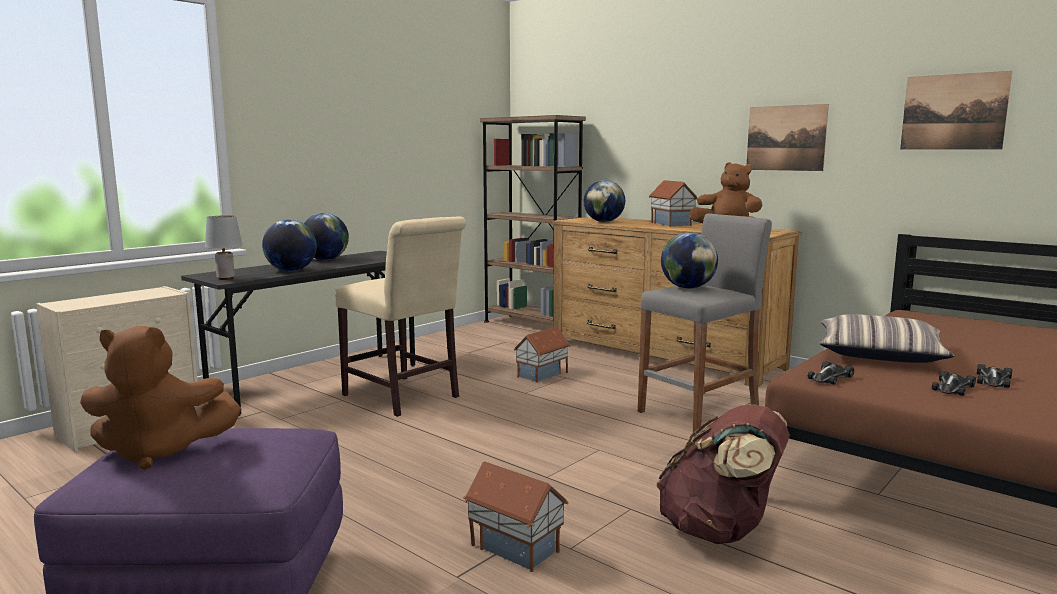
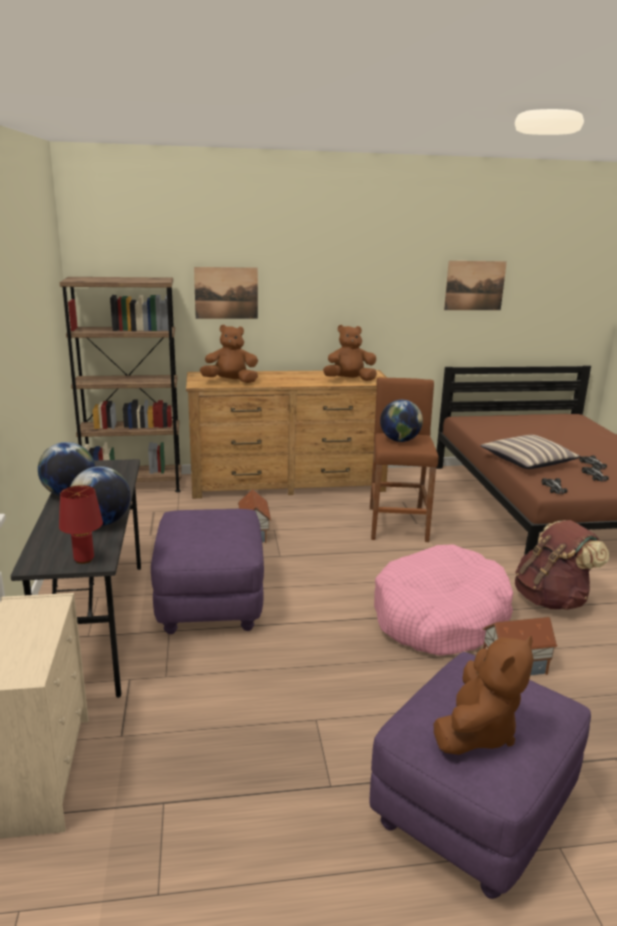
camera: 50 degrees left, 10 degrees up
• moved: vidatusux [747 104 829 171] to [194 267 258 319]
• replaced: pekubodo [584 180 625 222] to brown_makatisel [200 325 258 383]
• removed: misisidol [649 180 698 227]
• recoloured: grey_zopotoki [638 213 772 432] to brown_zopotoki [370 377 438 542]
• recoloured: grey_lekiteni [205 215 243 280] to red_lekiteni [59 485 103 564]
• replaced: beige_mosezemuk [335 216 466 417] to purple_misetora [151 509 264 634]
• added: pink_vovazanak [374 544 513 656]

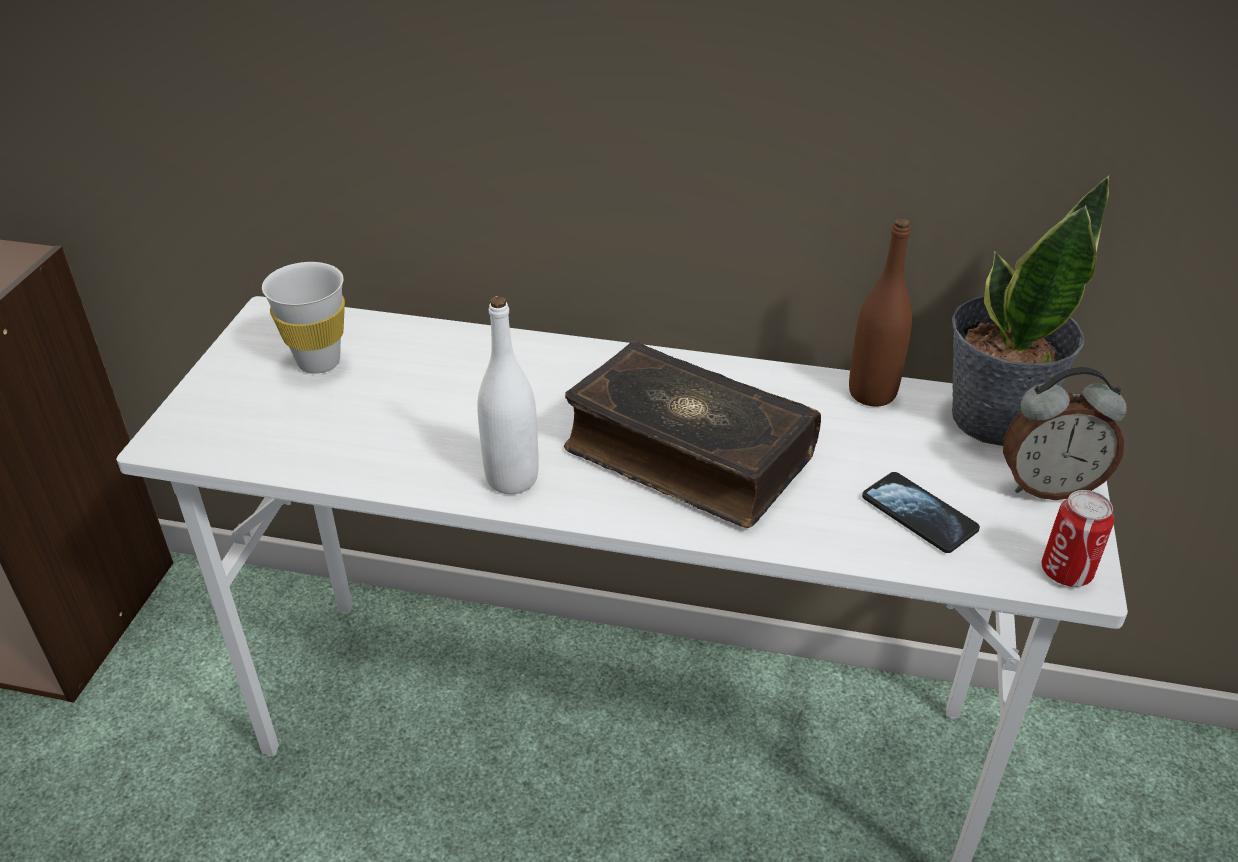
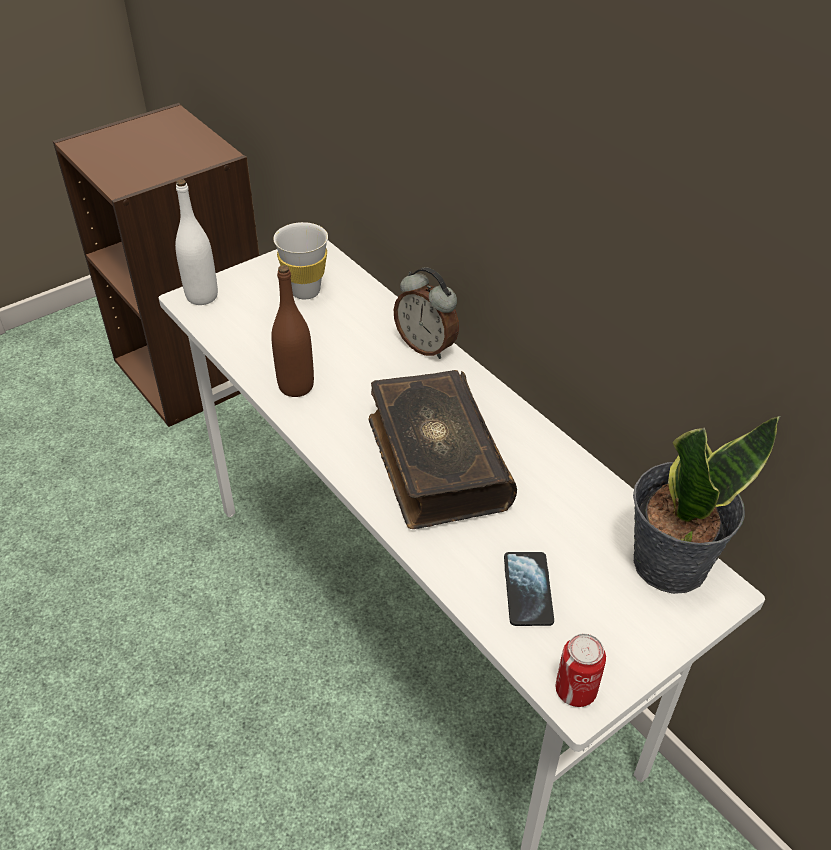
camera: 40 degrees right, 5 degrees up
• moved: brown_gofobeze [849 219 912 407] to [271 265 314 397]
• moved: white_gofobeze [477 296 539 494] to [175 180 218 305]
• moved: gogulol [1003 367 1127 500] to [394 267 459 359]

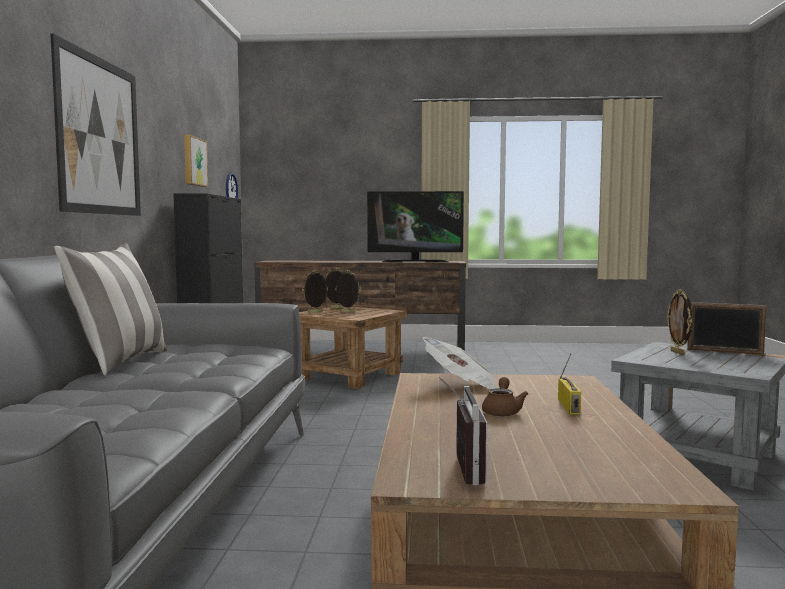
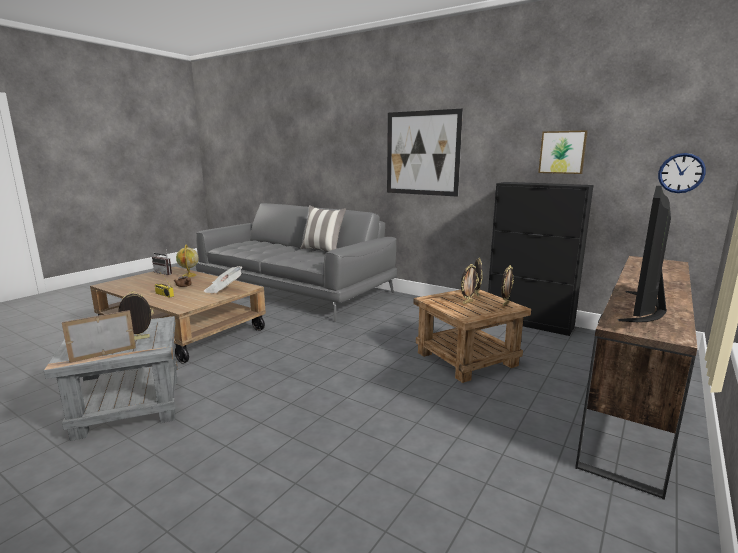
camera: 120 degrees right, 10 degrees up
• turned: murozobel [666 289 693 355] = [119 291 154 340] 45 degrees counterclockwise
• added: pekubodo [176 245 199 277]

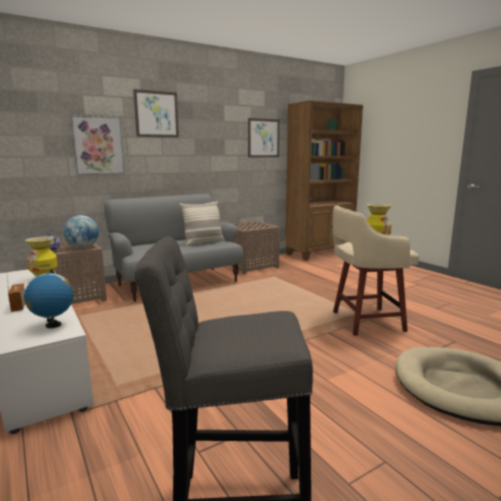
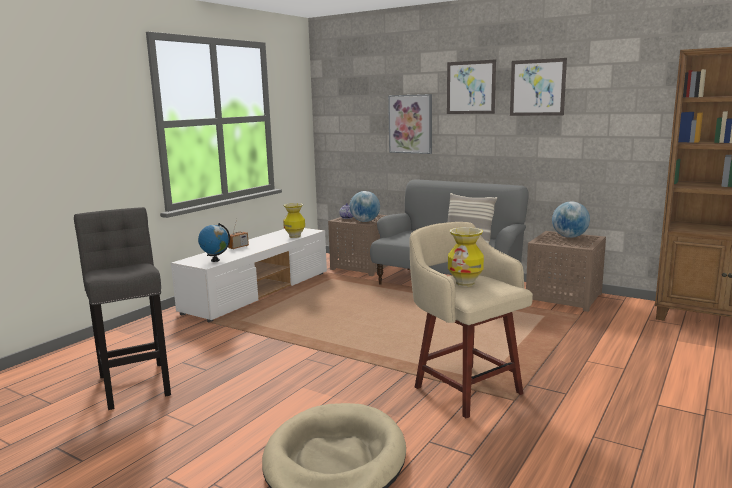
camera: 65 degrees right, 0 degrees up
• moved: vidatusux [248 118 280 158] to [510 58 567 116]
• added: pekubodo [552 201 590 238]

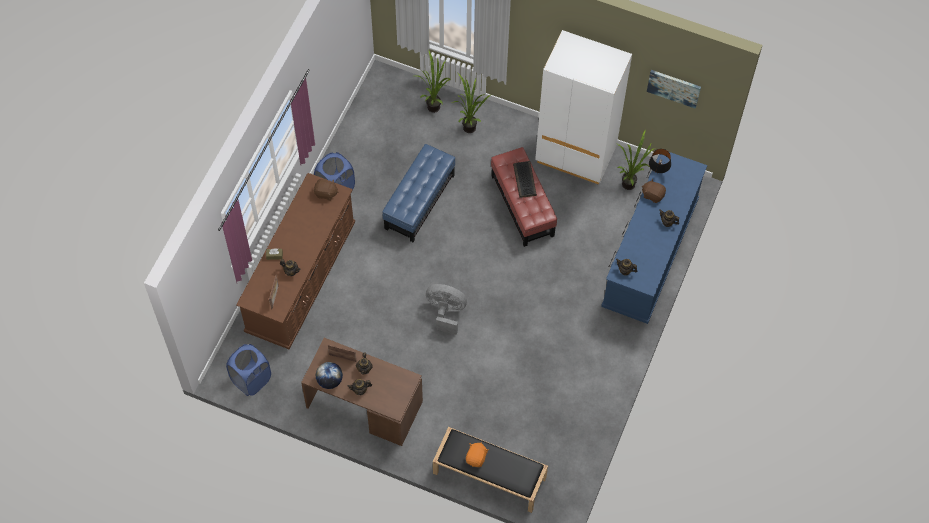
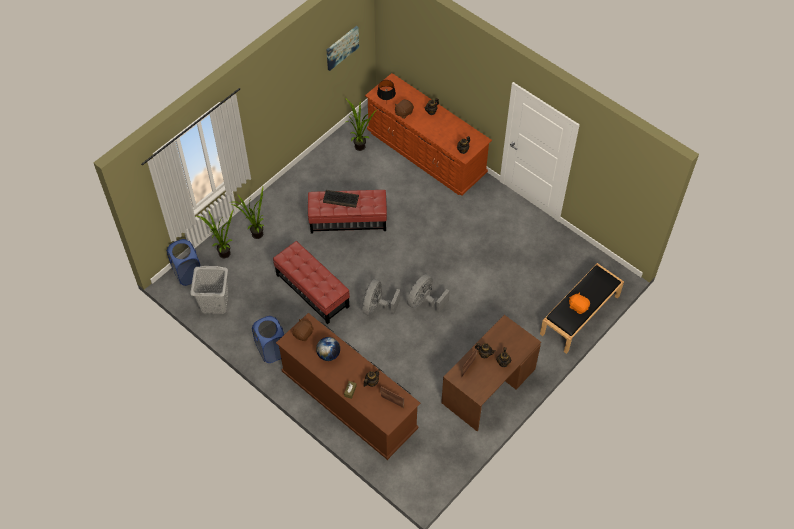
camera: 70 degrees left, 5 degrees down
• removed: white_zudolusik [535 30 632 185]
• recoloured: blue_misetora [382 144 455 242] to red_misetora [273 241 350 324]
• recoloured: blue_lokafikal [601 152 707 324] to brown_lokafikal [365 73 492 196]
• moved: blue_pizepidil [226 344 271 396] to [167 239 200 286]
• moved: pekubodo [316 362 343 389] to [316 337 340 361]
• added: grey_pizepidil [190 266 229 314]
• added: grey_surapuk [363 279 400 315]

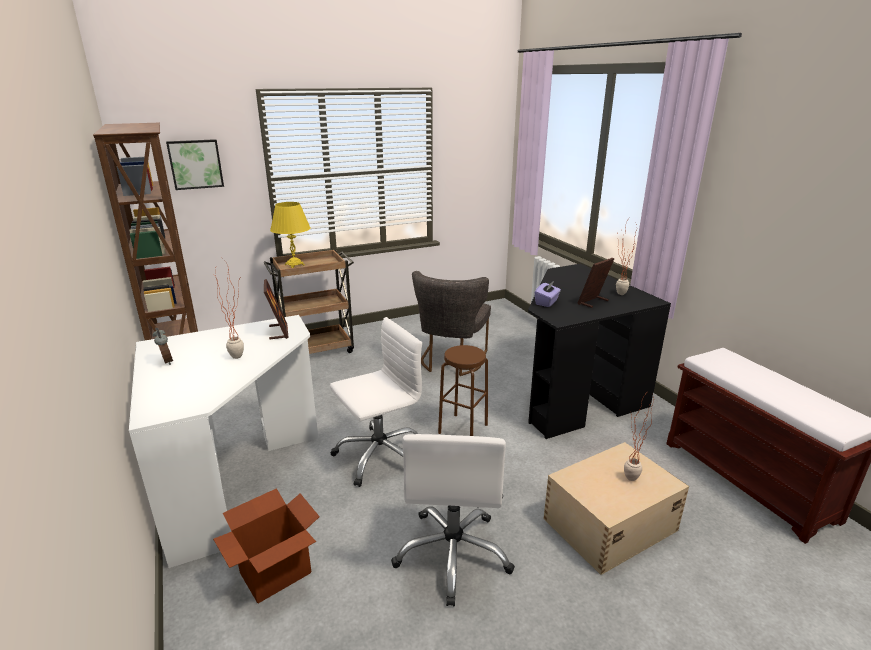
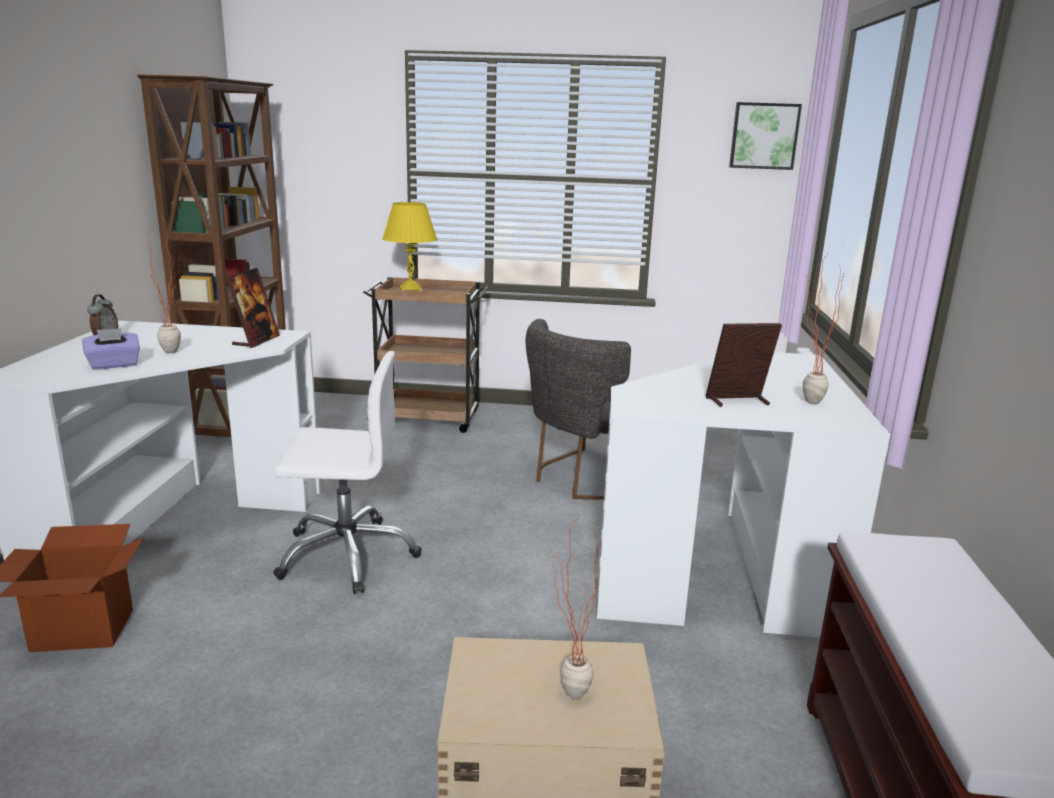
camera: 30 degrees right, 5 degrees down
• moved: vidatusux [166 139 224 190] to [729 102 802 170]
• recoloured: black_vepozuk [528 263 671 439] to white_vepozuk [597 352 890 637]
• moved: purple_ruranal [535 281 561 307] to [82 328 140 370]
• removed: brown_zopotoki [438 345 488 436]
• removed: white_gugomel [391 434 515 607]

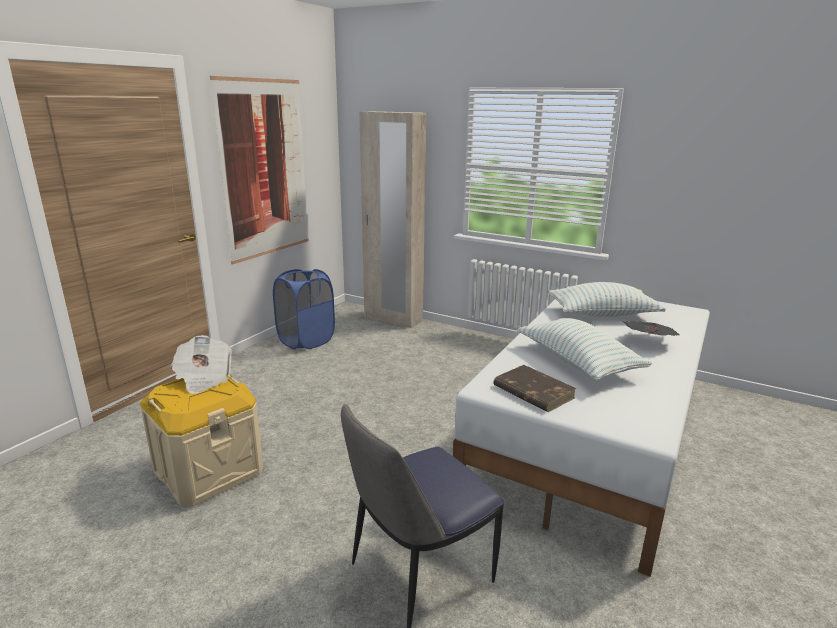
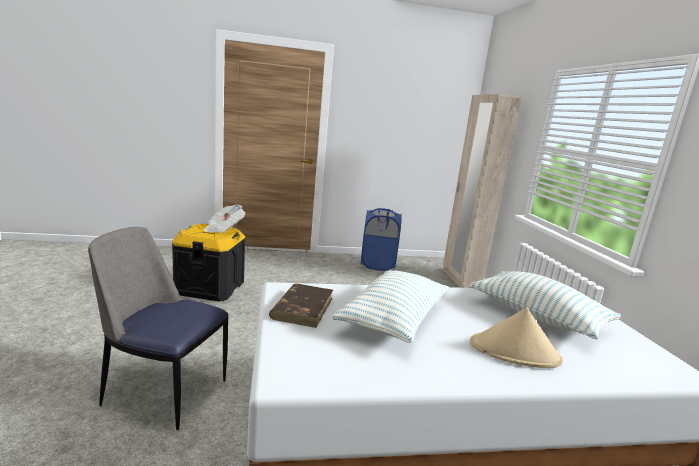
camera: 50 degrees right, 5 degrees down
• removed: vidatusux [210 76 309 265]
• replaced: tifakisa [622 321 680 336] to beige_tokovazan [470 307 563 368]
• recoloured: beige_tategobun [140 374 263 506] to black_tategobun [172 224 245 301]

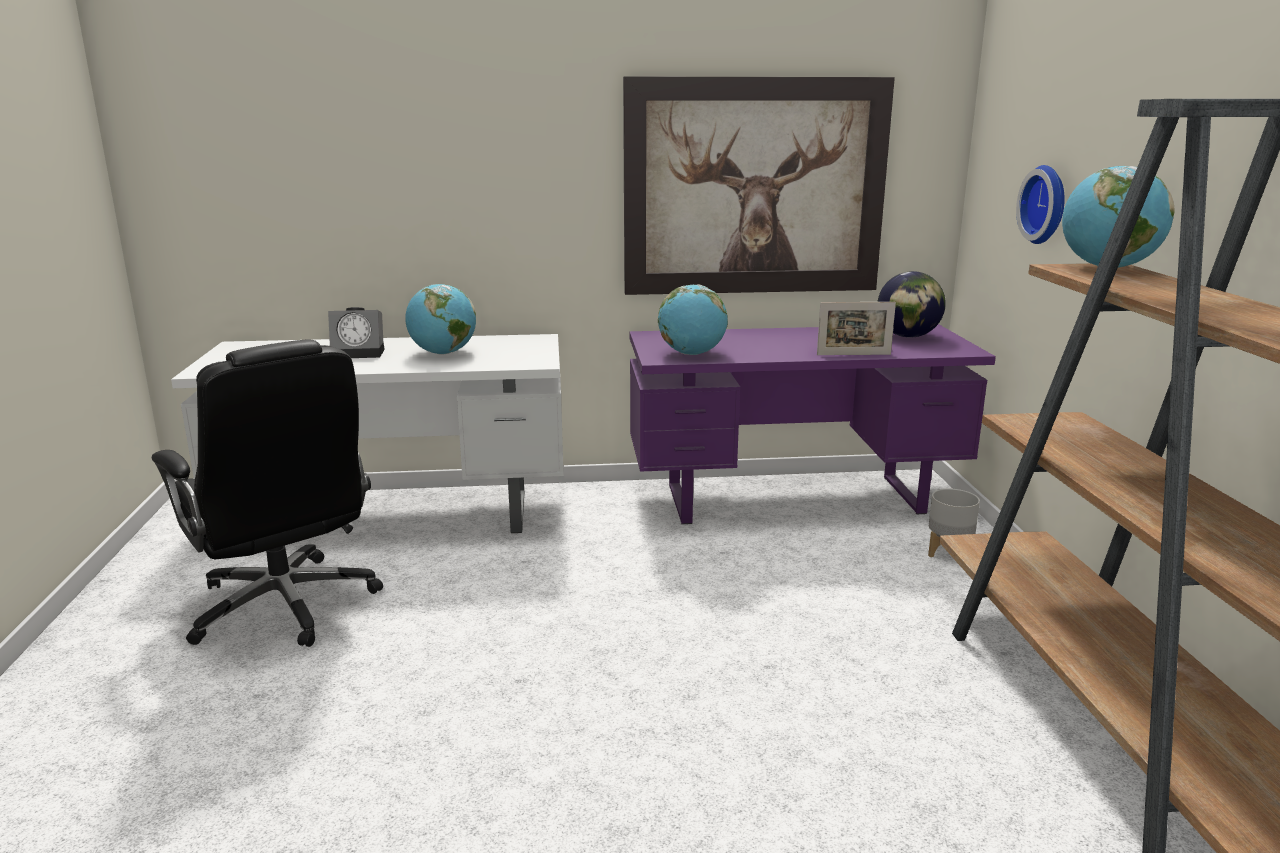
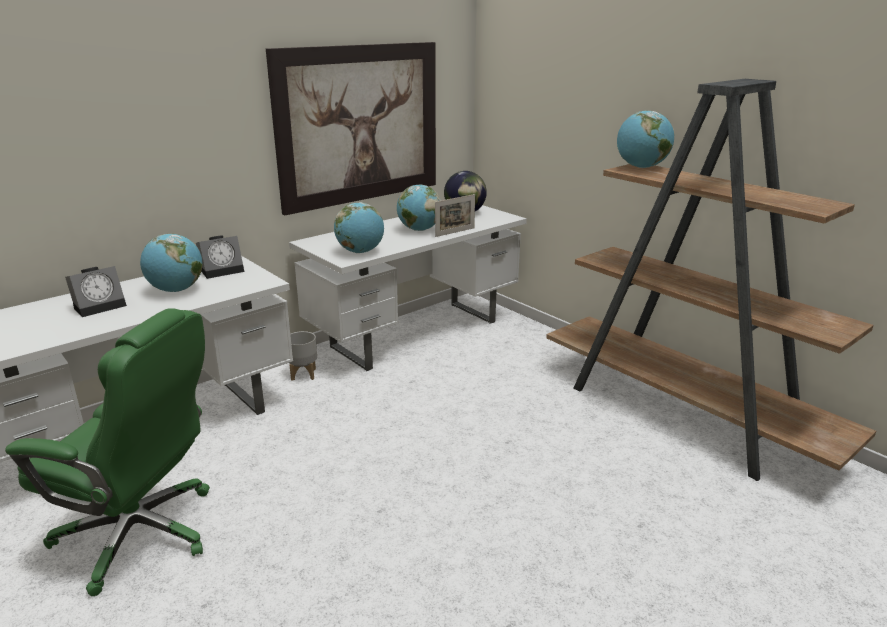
camera: 35 degrees left, 5 degrees up
• removed: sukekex [1016 165 1065 244]
• recoloured: purple_vepozuk [630 324 996 524] to white_vepozuk [289 205 527 371]
• recoloured: black_gugomel [152 339 383 647] to green_gugomel [5 308 210 596]
• moved: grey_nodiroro [928 489 980 557] to [289 331 317 381]
• added: pekubodo [397 184 441 231]
• added: gogulol [196 235 244 279]

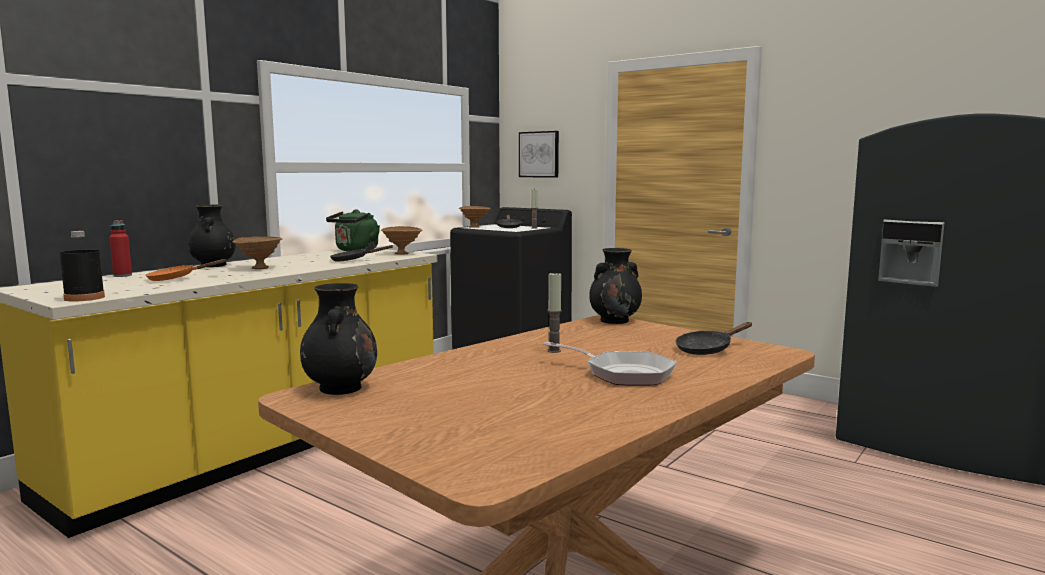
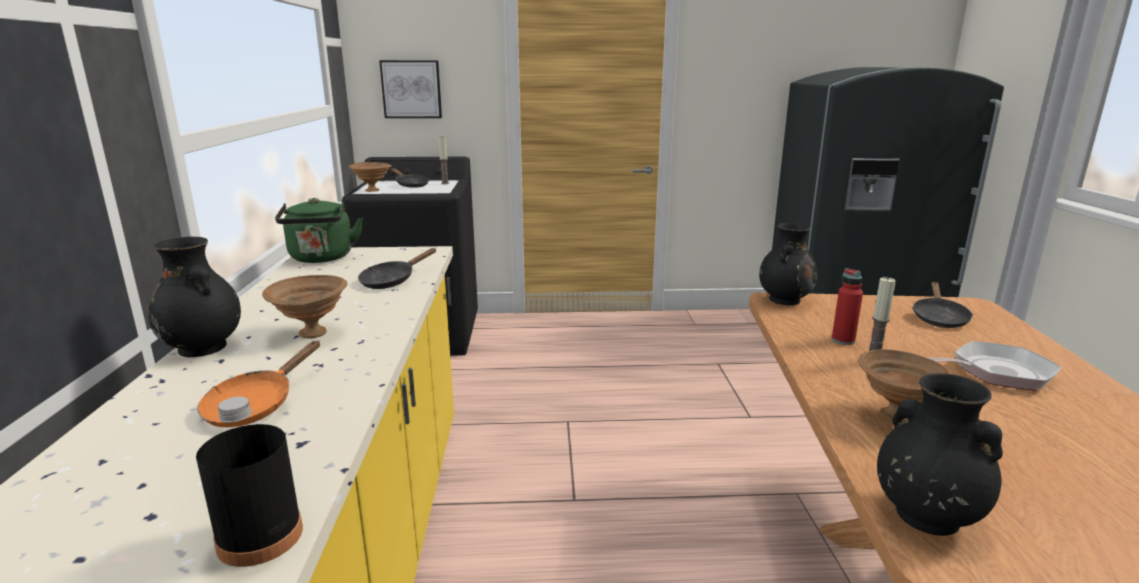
camera: 40 degrees left, 10 degrees up
• moved: red_gofobeze [109 220 132 277] to [832 268 863 345]
• moved: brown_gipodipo [381 226 423 254] to [858 349 952 421]

